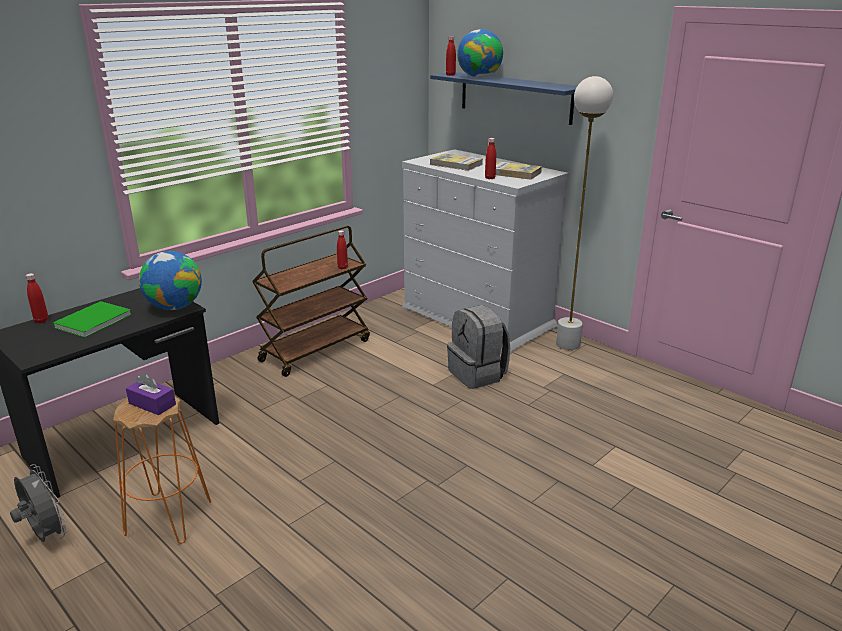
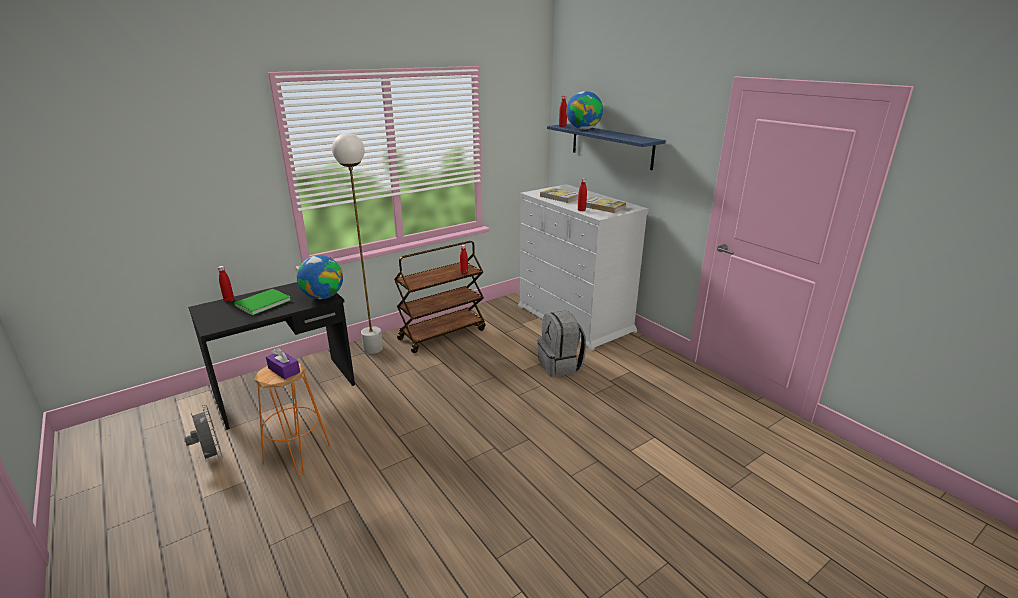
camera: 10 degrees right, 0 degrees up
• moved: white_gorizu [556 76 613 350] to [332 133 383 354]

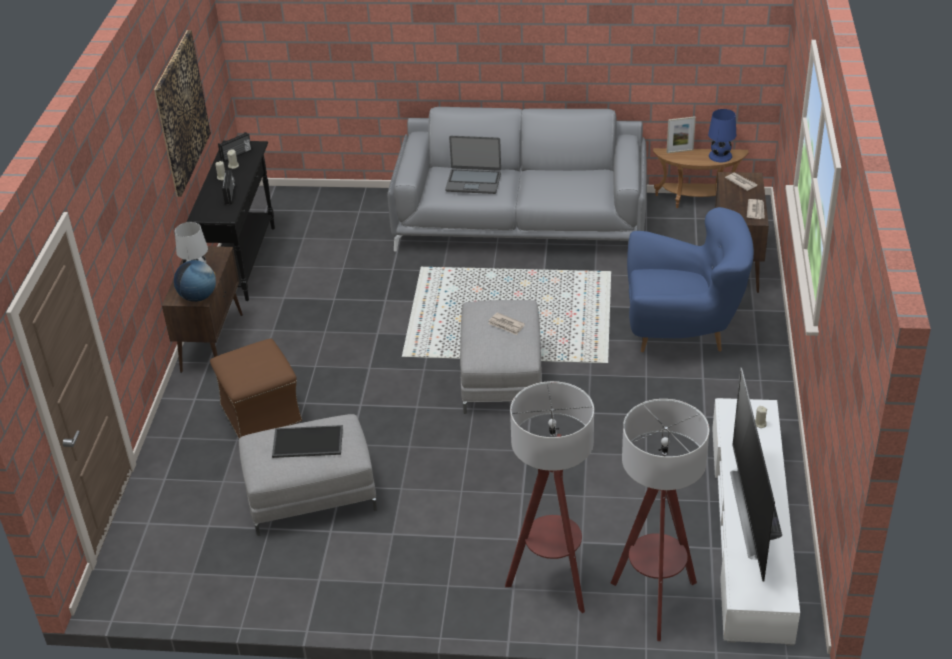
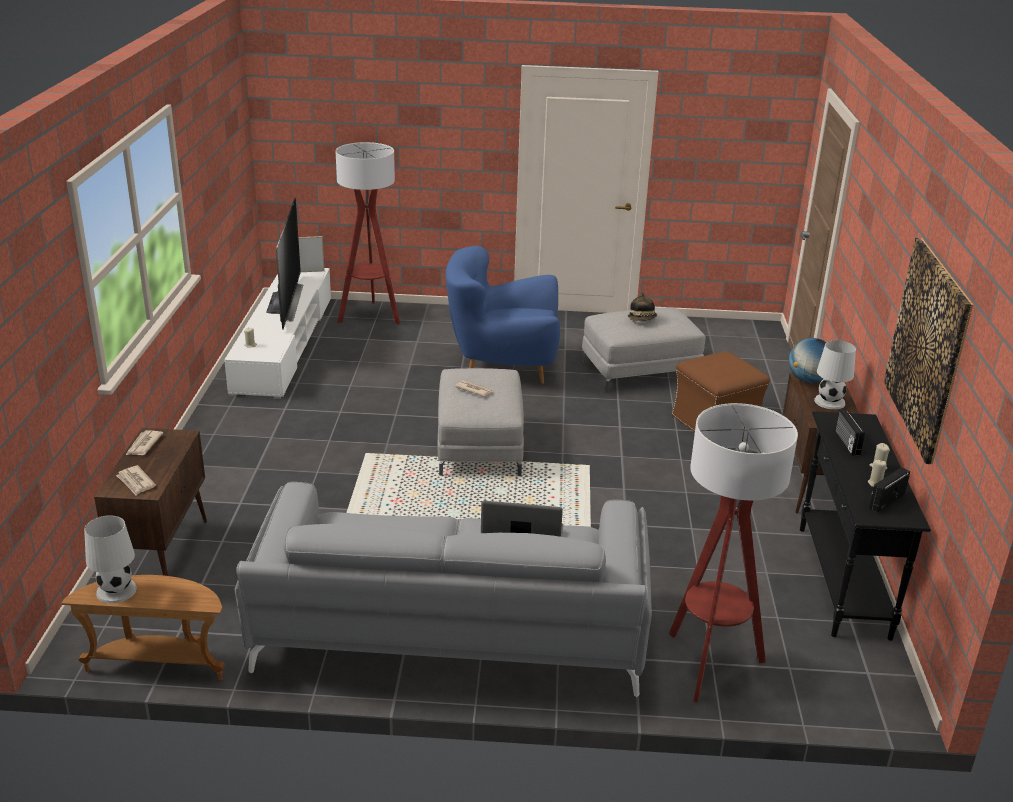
camera: 175 degrees right, 10 degrees down
• recoloured: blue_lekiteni [708 109 736 162] to white_lekiteni [84 515 137 604]
• moved: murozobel [667 116 696 153] to [298 236 324 272]
• moved: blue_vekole [627 207 754 352] to [445 246 560 384]
• moved: gorizu [505 381 594 613] to [669 403 798 703]
• replaced: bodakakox [272 425 343 458] to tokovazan [628 293 657 321]

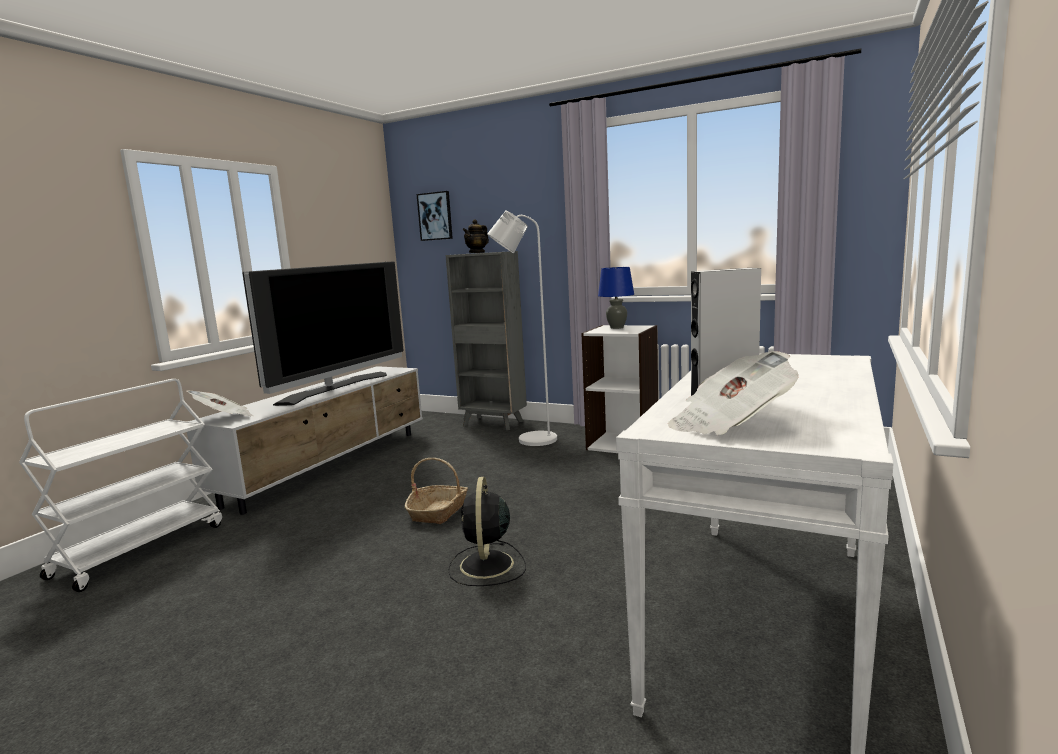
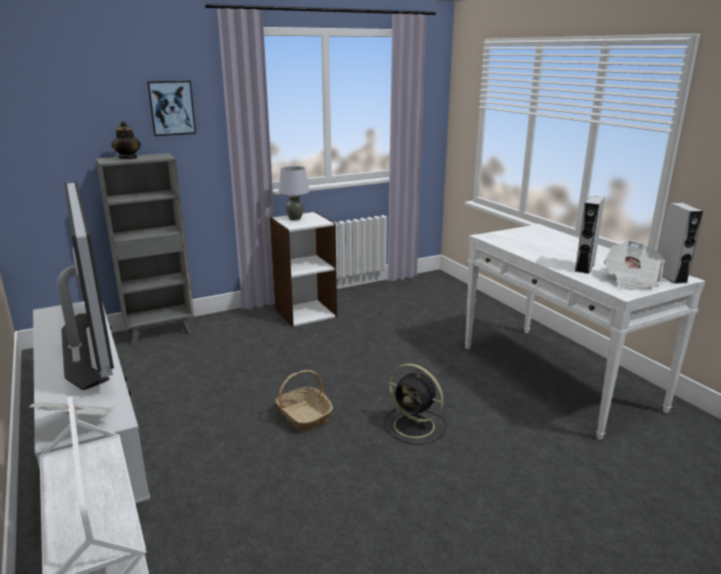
camera: 55 degrees left, 10 degrees up
• moved: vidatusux [417 191 453 241] to [147 81 196 136]
• removed: white_gorizu [487 210 557 446]
• recoloured: blue_lekiteni [598 267 634 329] to grey_lekiteni [278 166 309 221]
• added: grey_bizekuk [659 202 703 284]

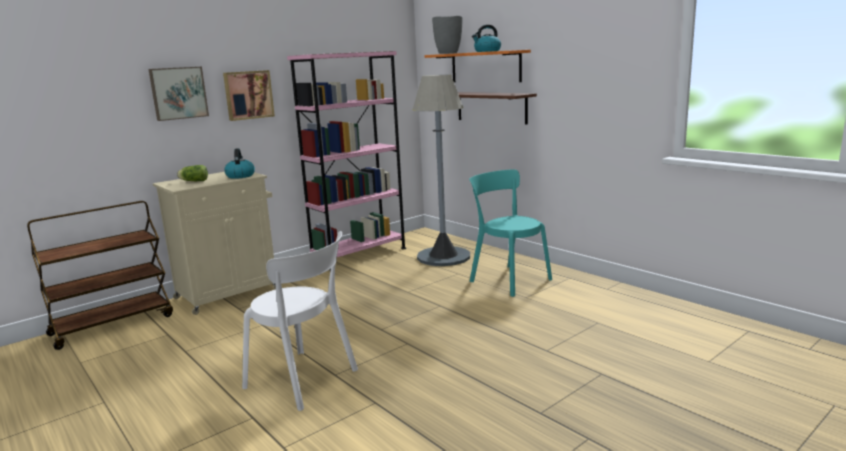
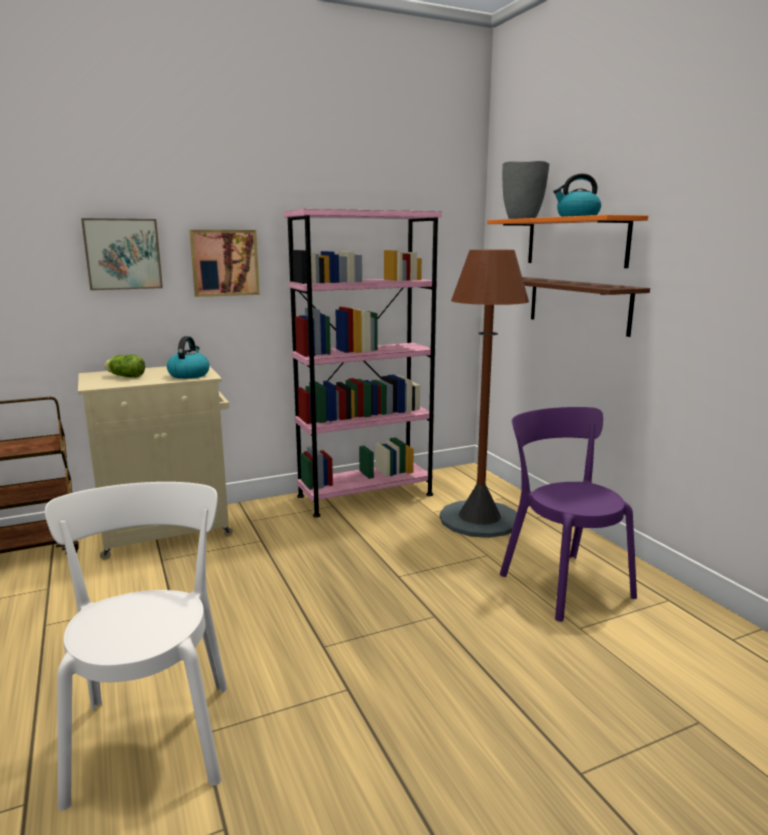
camera: 15 degrees right, 0 degrees up
• recoloured: grey_gorizu [413 75 470 266] to brown_gorizu [440 249 529 538]
• recoloured: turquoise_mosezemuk [469 169 552 297] to purple_mosezemuk [500 407 637 622]
• turned: white_mosezemuk [242 231 358 411] = [45 482 227 811] 150 degrees counterclockwise

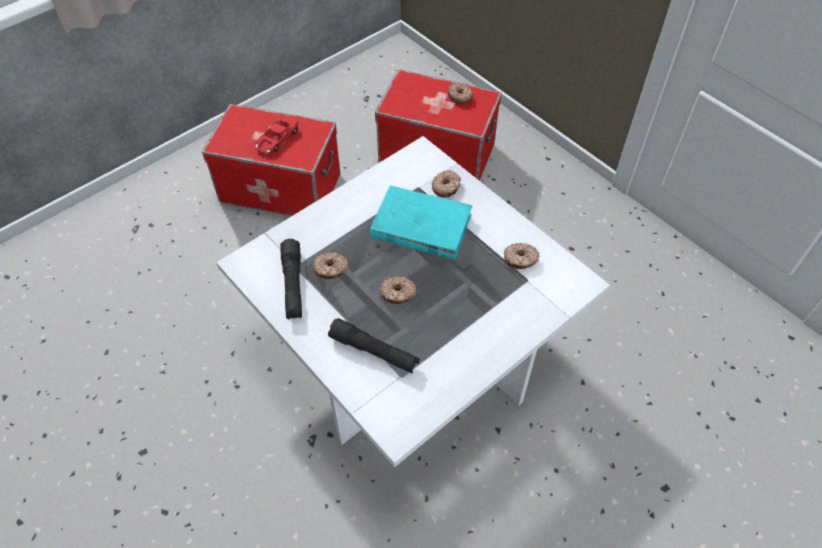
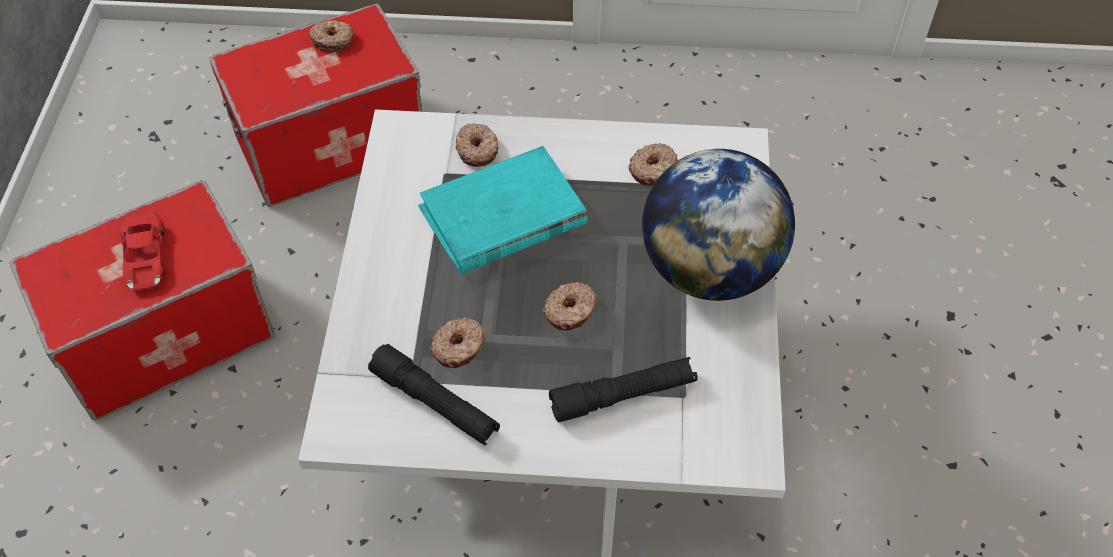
camera: 45 degrees left, 0 degrees up
• added: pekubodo [642 149 795 301]

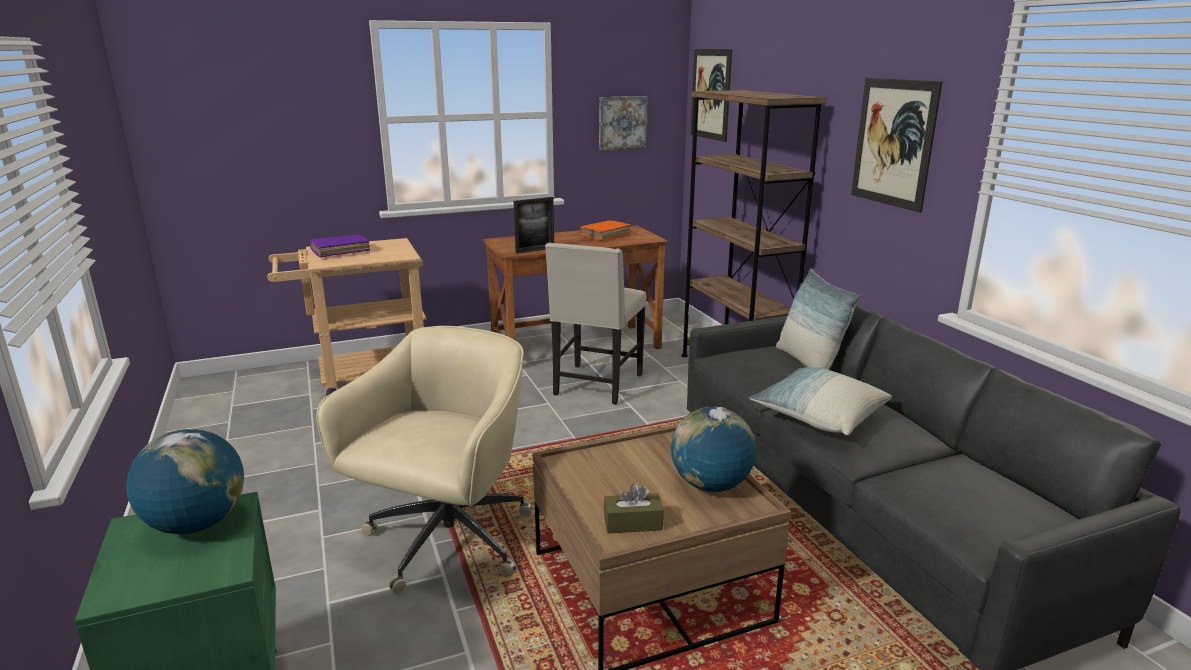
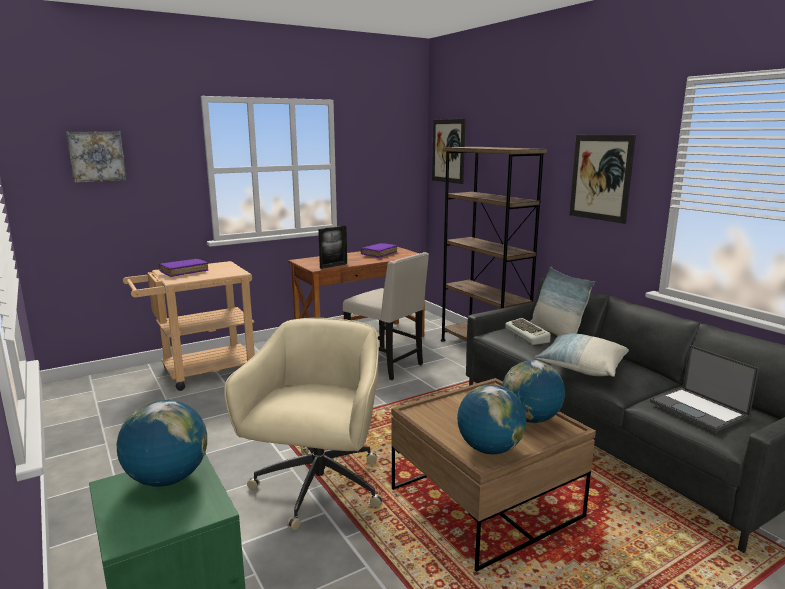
camera: 10 degrees left, 5 degrees down
• moved: vidatusux [599 96 648 150] to [66 131 127 183]
• recoloured: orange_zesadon [579 220 630 241] to purple_zesadon [361 243 397 258]
• turned: beige_mosezemuk [545 243 646 405] = [343 252 429 380] 60 degrees counterclockwise
• replaced: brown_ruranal [604 484 664 533] to pekubodo [457 385 526 454]
• added: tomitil [505 318 551 345]
• added: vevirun [650 345 759 432]

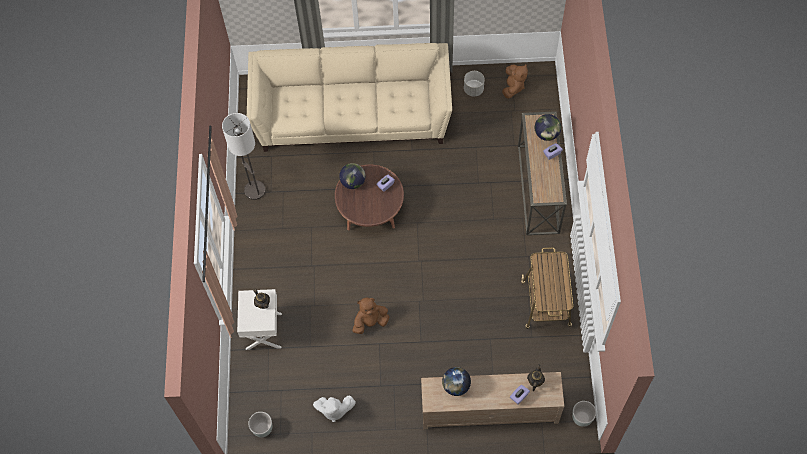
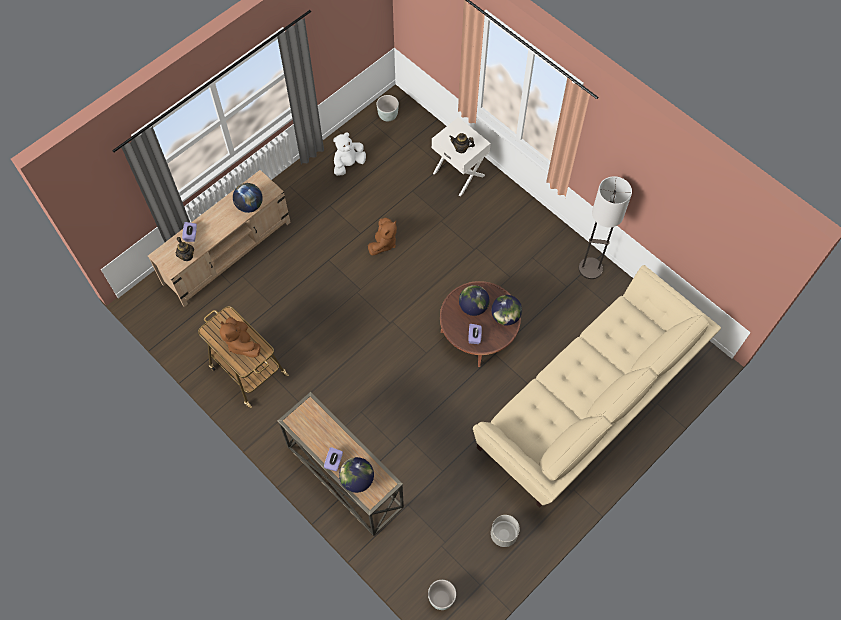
camera: 135 degrees right, 0 degrees up
• moved: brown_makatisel [502 64 528 98] to [219 317 260 358]
• moved: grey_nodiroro [572 401 596 427] to [428 580 456 610]
• added: pekubodo [459 285 490 316]

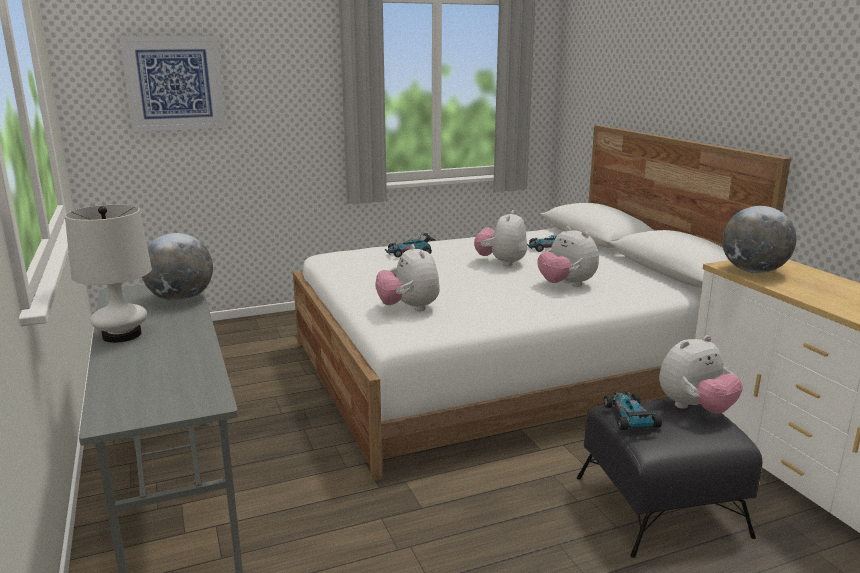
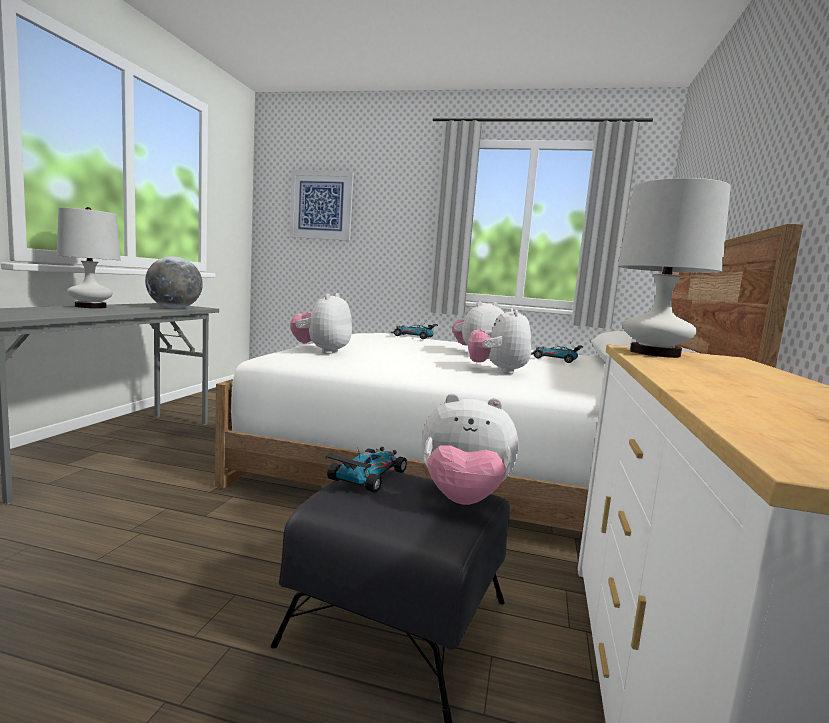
camera: 35 degrees right, 10 degrees down
• replaced: pekubodo [722 206 797 273] to white_lekiteni [618 178 731 358]

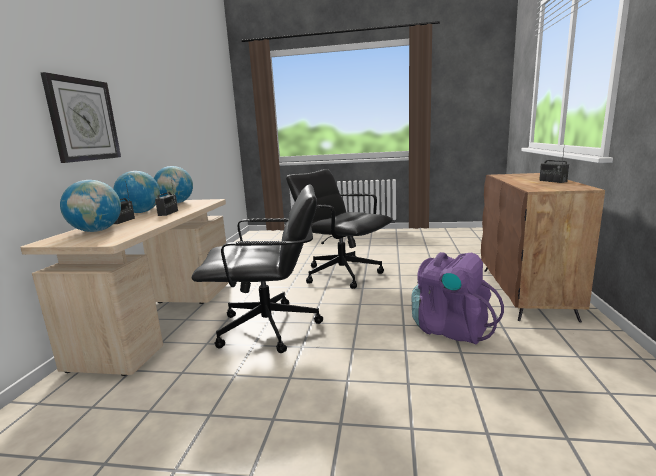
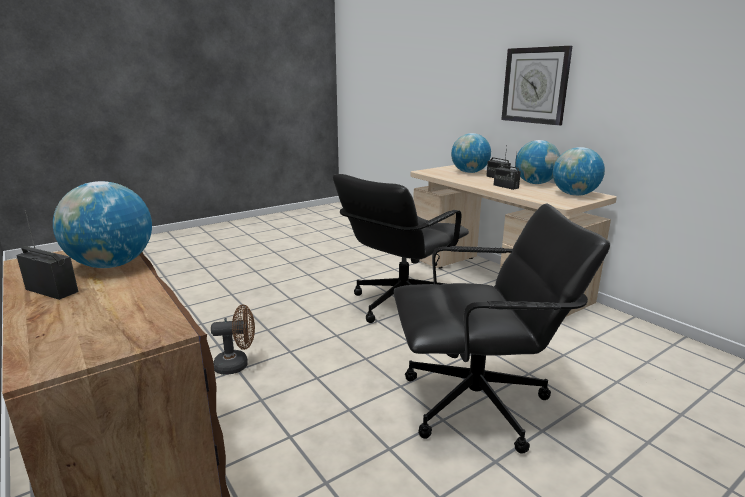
camera: 135 degrees right, 5 degrees up
• replaced: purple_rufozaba [411 252 504 345] to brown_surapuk [211 305 255 375]
• added: pekubodo [53 181 152 268]

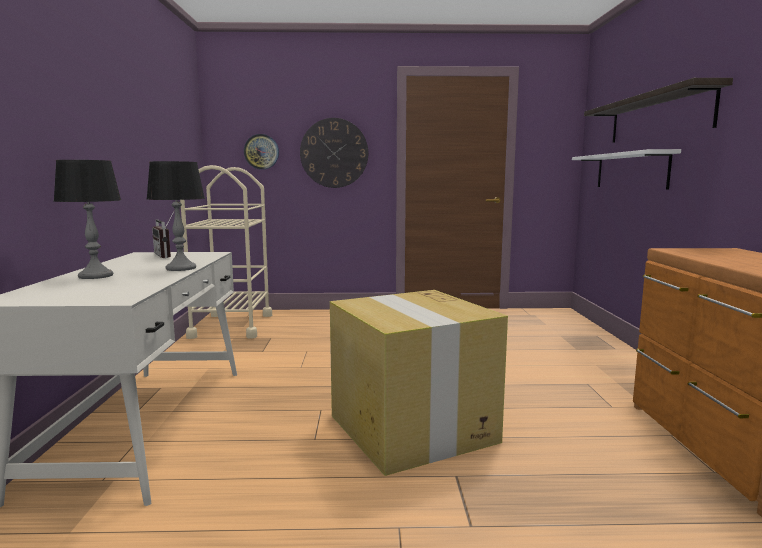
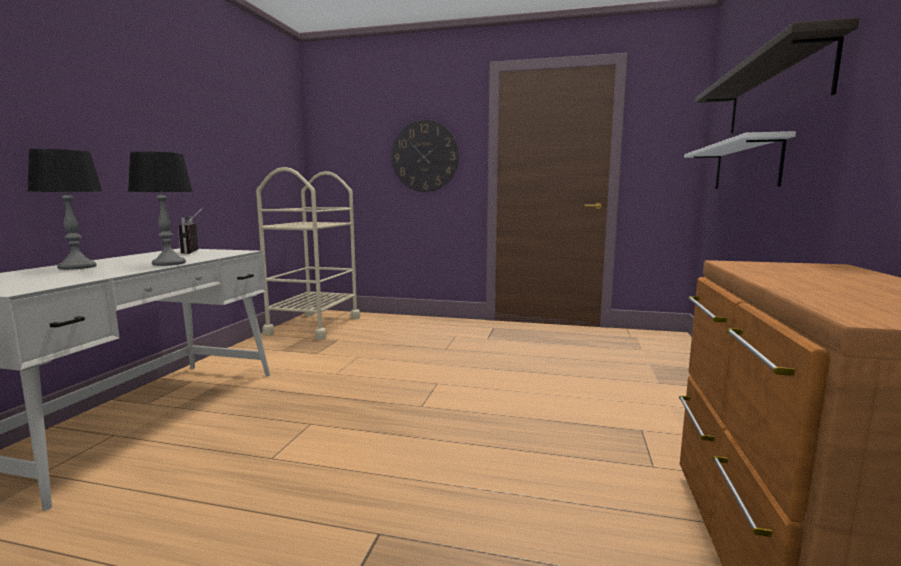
camera: 15 degrees right, 0 degrees up
• removed: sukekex [244 134 279 170]
• removed: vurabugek [330 290 508 476]

